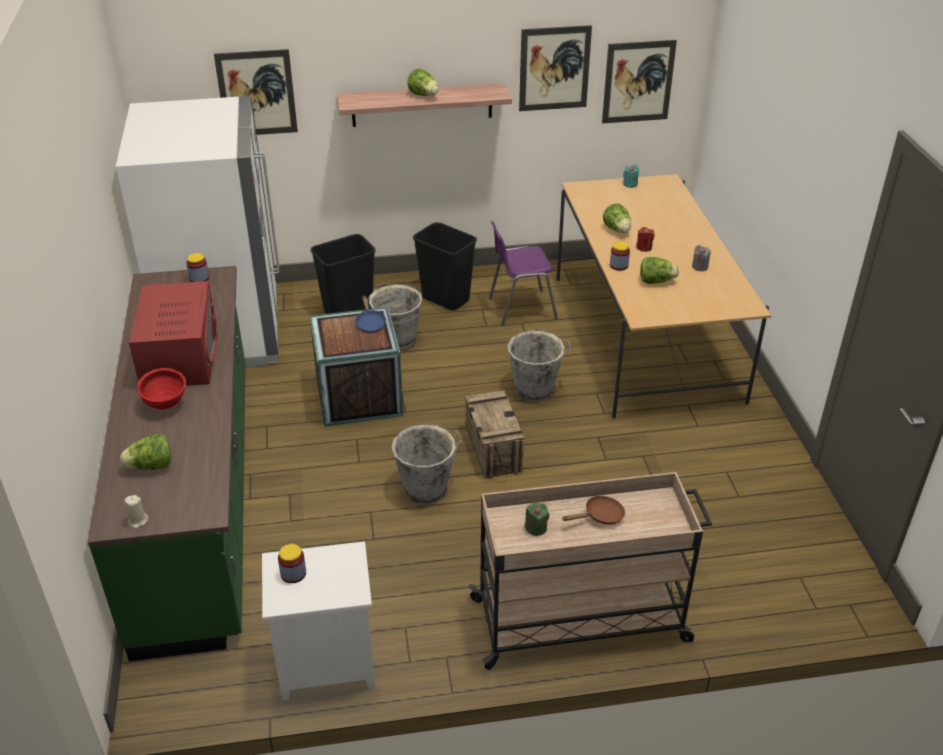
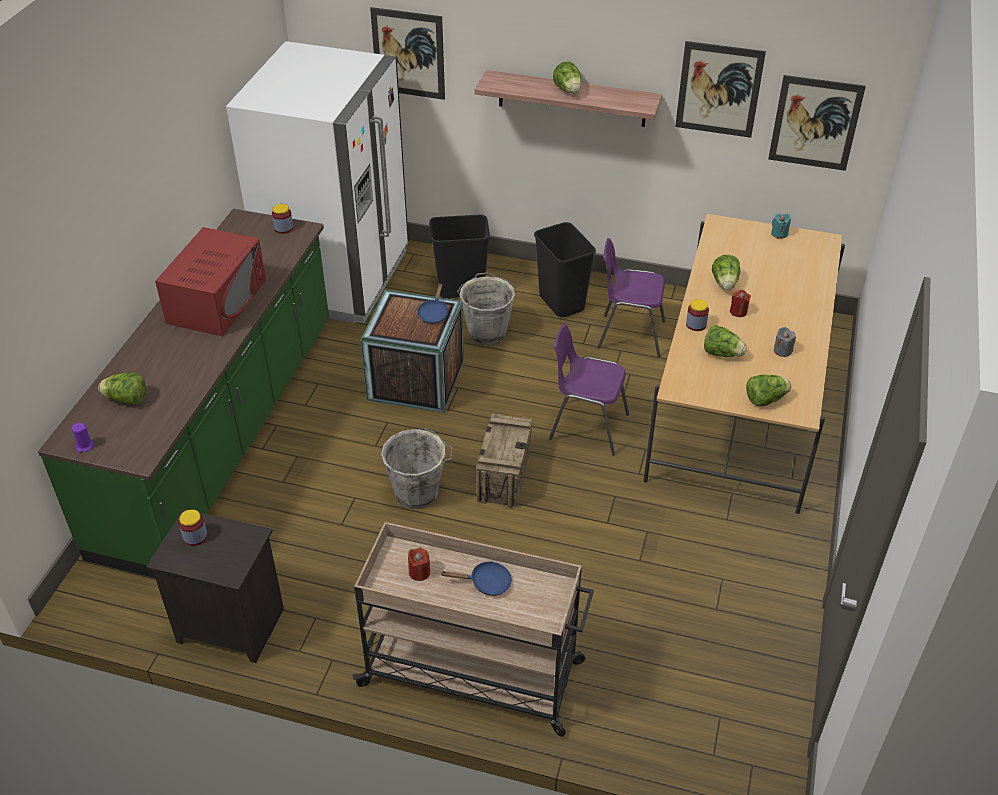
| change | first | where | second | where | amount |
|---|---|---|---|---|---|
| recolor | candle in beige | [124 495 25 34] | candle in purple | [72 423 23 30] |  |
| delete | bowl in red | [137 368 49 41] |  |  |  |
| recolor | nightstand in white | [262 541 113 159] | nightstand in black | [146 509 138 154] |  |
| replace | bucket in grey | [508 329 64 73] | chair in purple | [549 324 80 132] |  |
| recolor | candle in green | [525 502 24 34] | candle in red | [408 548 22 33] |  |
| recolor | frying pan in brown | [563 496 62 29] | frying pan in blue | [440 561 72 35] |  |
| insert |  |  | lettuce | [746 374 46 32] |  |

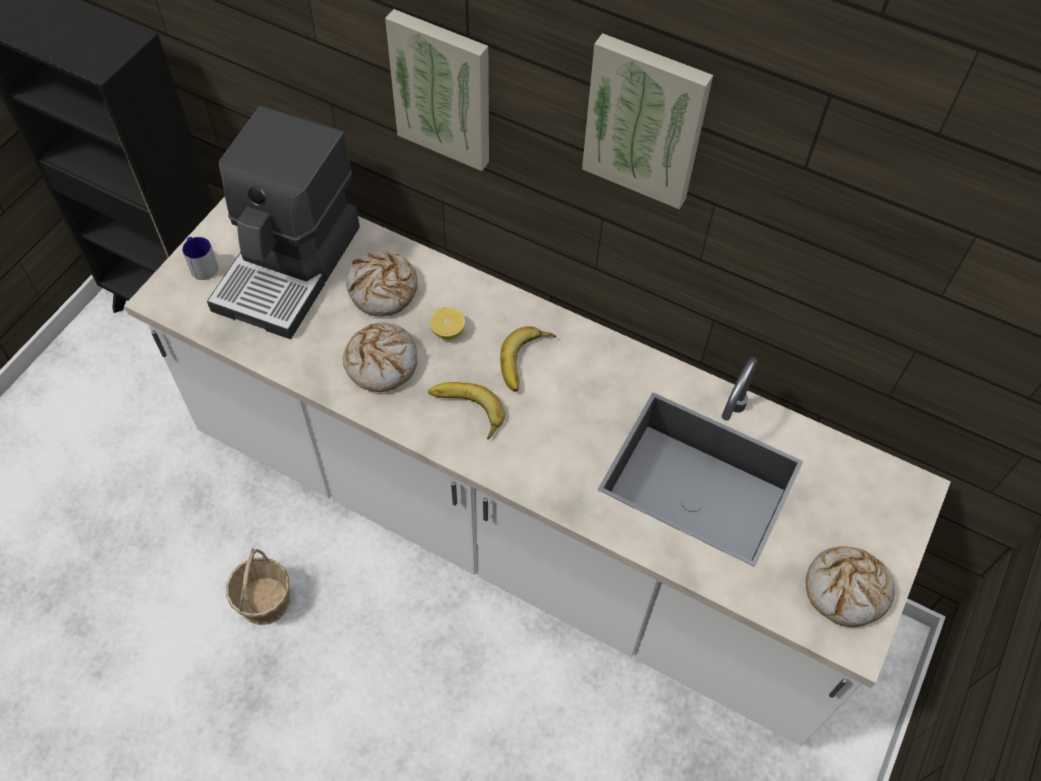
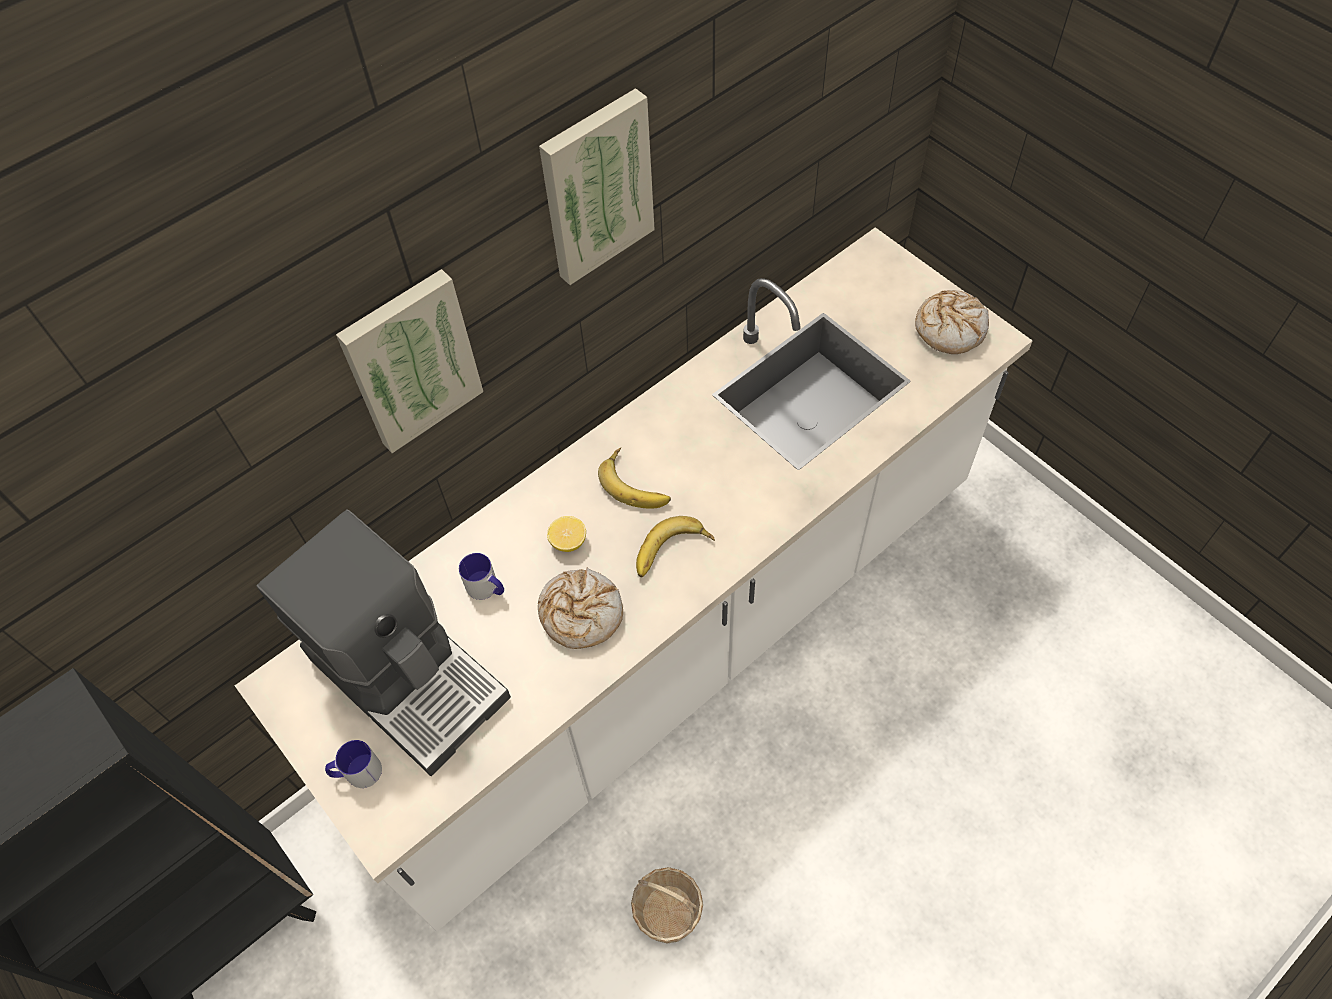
| change | first | where | second | where | amount |
|---|---|---|---|---|---|
| replace | bread | [346 251 72 65] | mug | [459 553 45 47] |  |

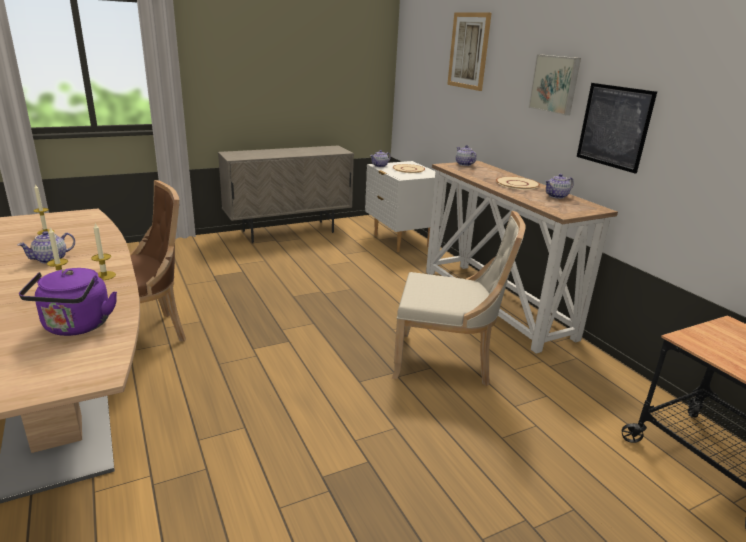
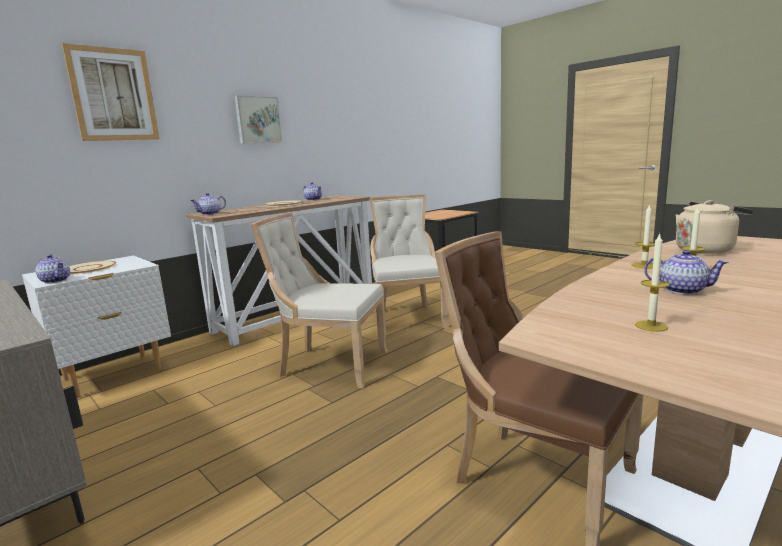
| change | first | where | second | where | amount |
|---|---|---|---|---|---|
| recolor | kettle in purple | [19 268 98 68] | kettle in beige | [676 200 77 54] |  |
| delete | picture | [577 83 80 91] |  |  |  |
| insert |  |  | chair in beige | [251 213 137 175] |  |

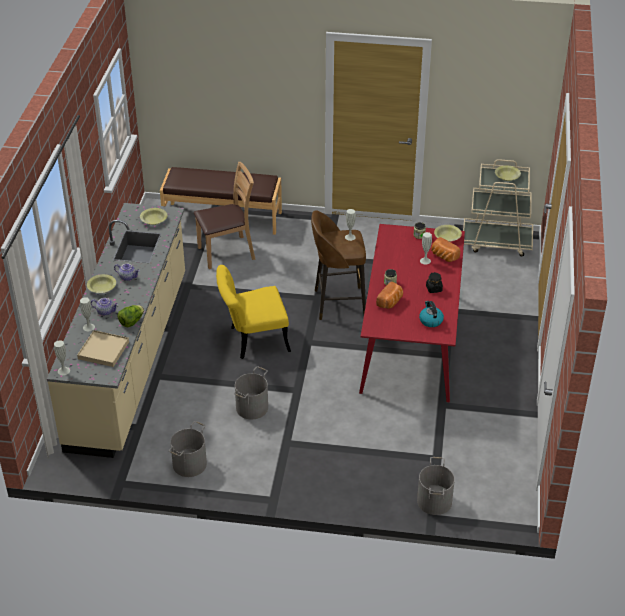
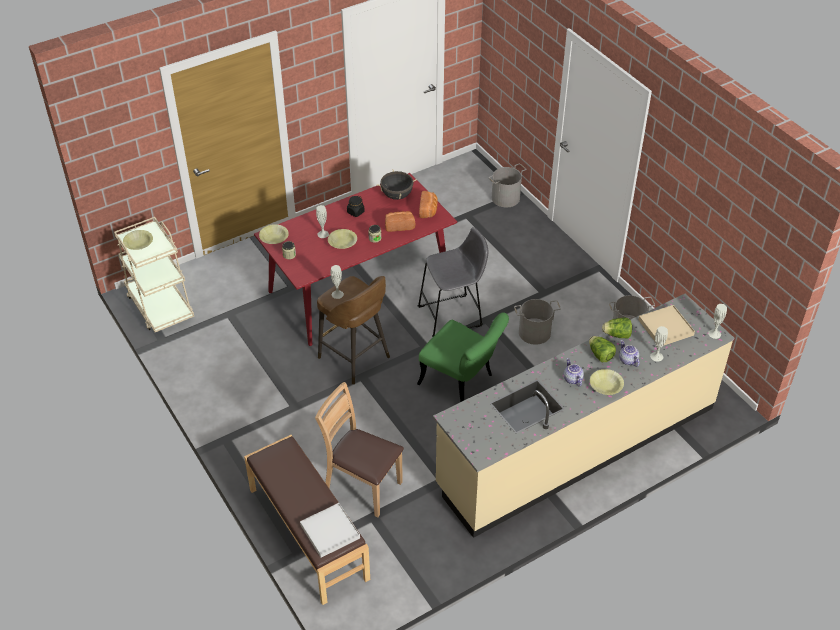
| change | first | where | second | where | amount |
|---|---|---|---|---|---|
| move | bowl in yellow | [140 208 27 17] |  | [328 229 29 20] |  |
| recolor | chair in yellow | [216 265 75 94] | chair in green | [417 312 92 90] |  |
| replace | kettle | [419 301 25 26] | cooking pot in black | [377 170 40 30] |  |
| move | bread | [431 237 30 25] |  | [419 191 19 27] |  |
| insert |  |  | tray in white | [300 503 60 55] |  |
| insert |  |  | stool in grey | [417 227 72 110] |  |
| insert |  |  | lettuce | [589 336 27 26] |  |

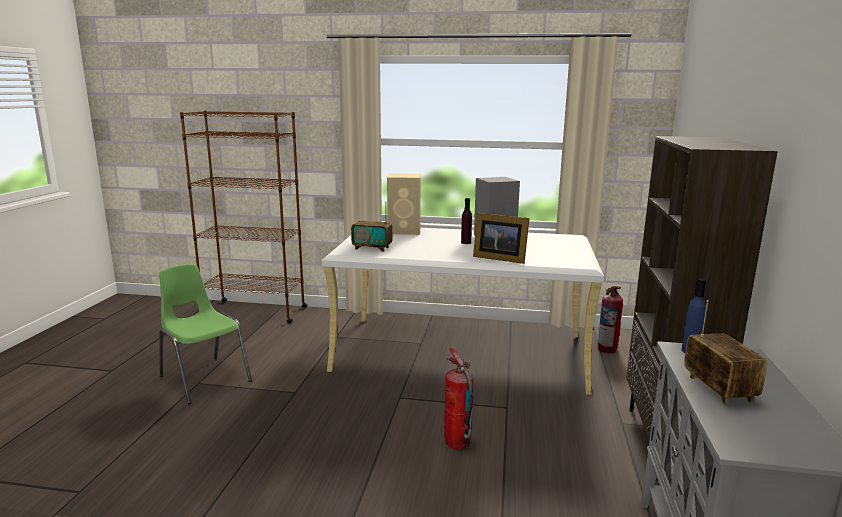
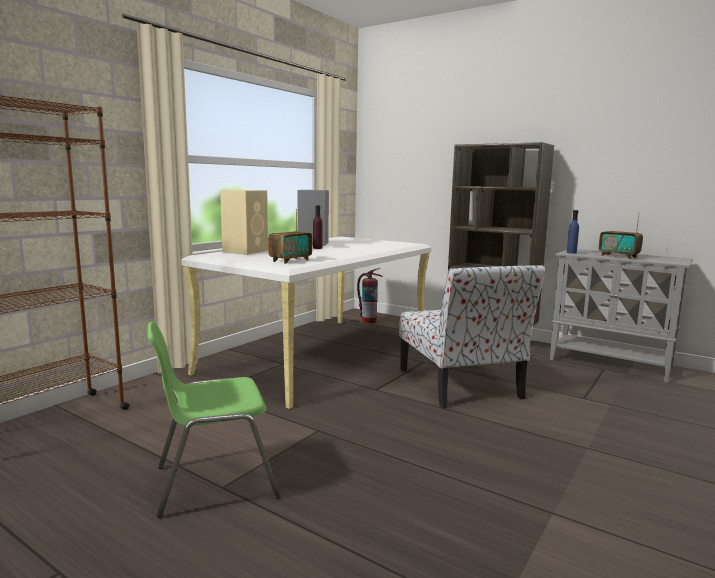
| change | first | where | second | where | amount |
|---|---|---|---|---|---|
| replace | fire extinguisher | [444 348 29 101] | chair | [399 265 146 143] |  |
| delete | picture frame | [473 213 56 51] |  |  |  |
| rotate | radio | [684 300 83 105] |  | [599 213 44 46] | 150 degrees counterclockwise |

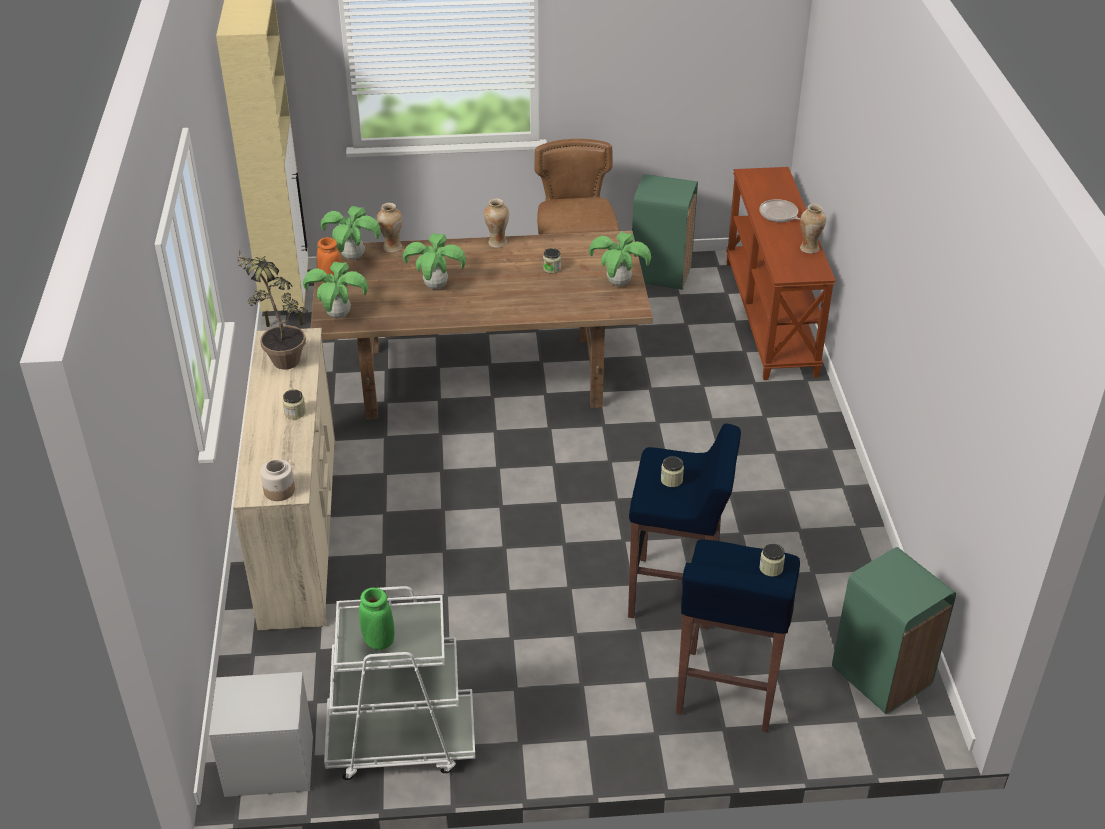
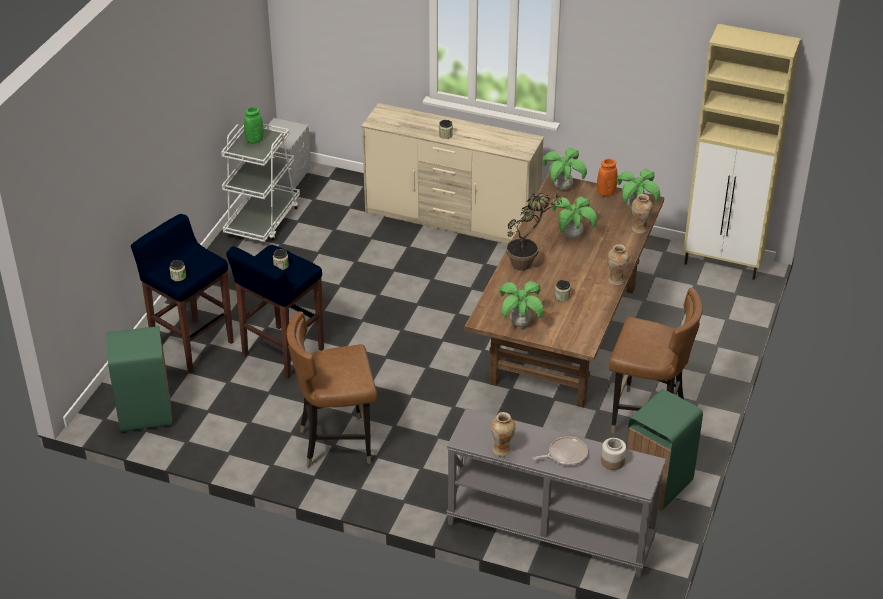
| change | first | where | second | where | amount |
|---|---|---|---|---|---|
| move | potted plant | [238 247 70 123] |  | [506 191 56 80] |  |
| move | jar | [260 459 35 42] |  | [601 438 25 32] |  |
| recolor | console table in brown | [726 167 110 213] | console table in grey | [446 408 220 169] |  |
| insert |  |  | chair in brown | [286 311 91 157] |  |

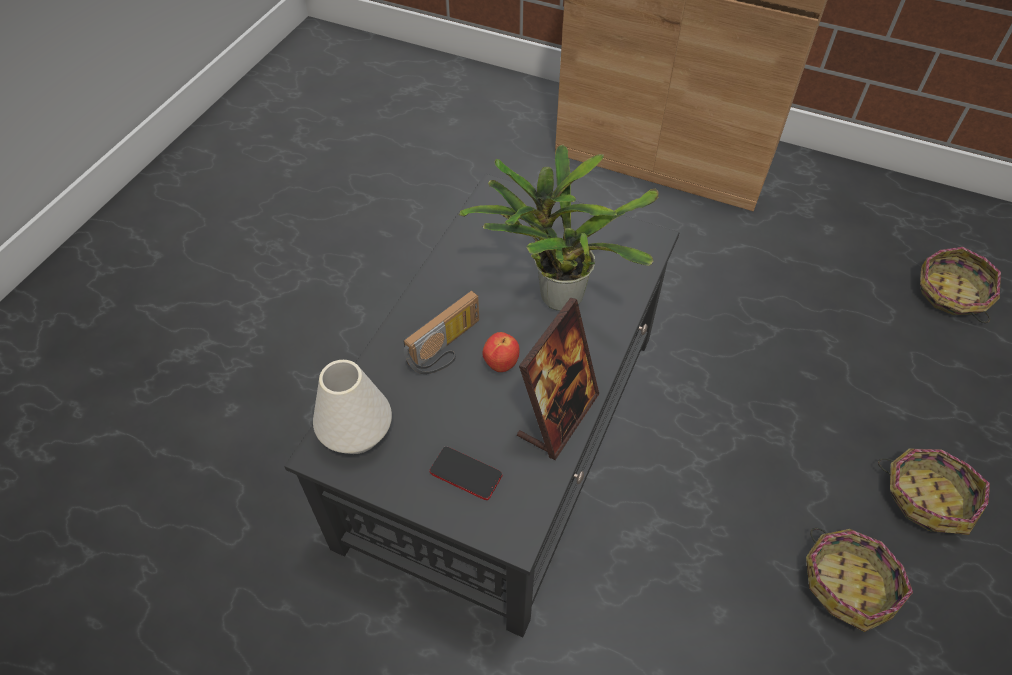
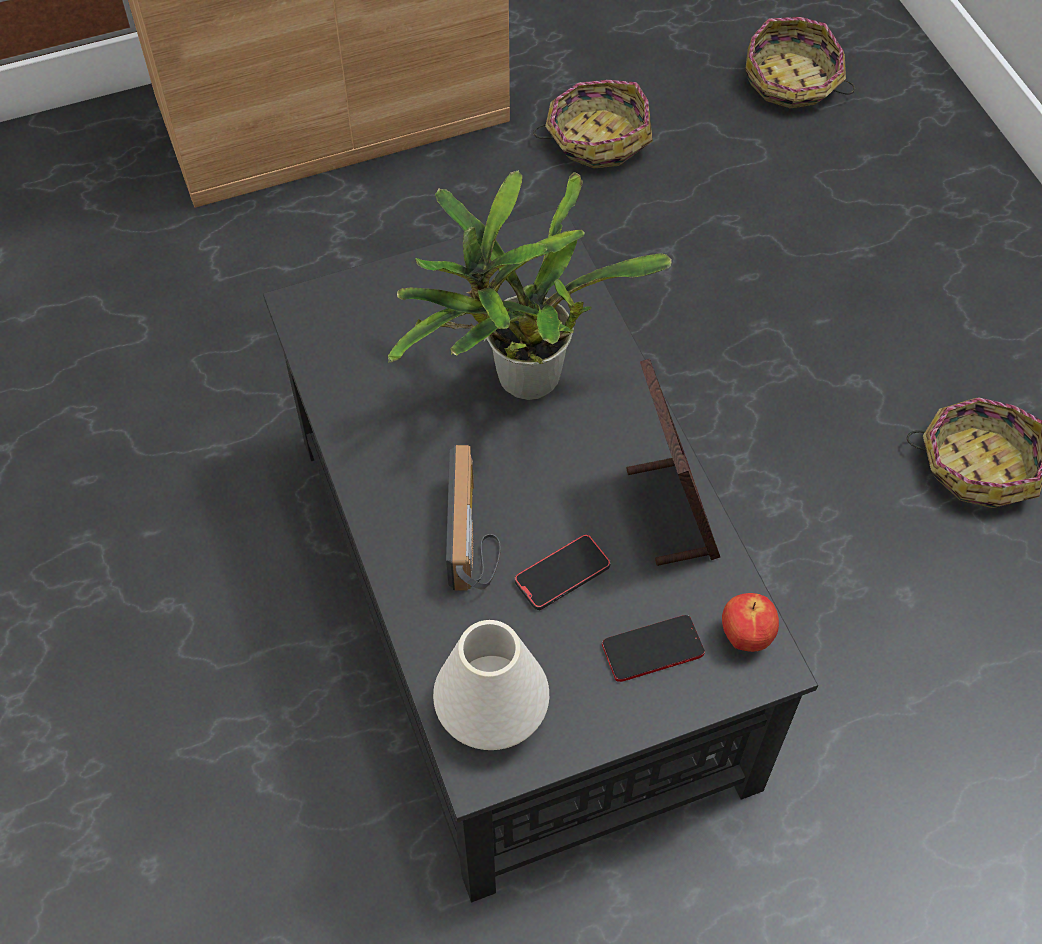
| change | first | where | second | where | amount |
|---|---|---|---|---|---|
| move | apple | [482 332 38 40] |  | [722 593 57 59] |  |
| move | basket | [878 449 112 86] |  | [533 80 120 89] |  |
| insert |  |  | phone | [515 534 96 76] |  |

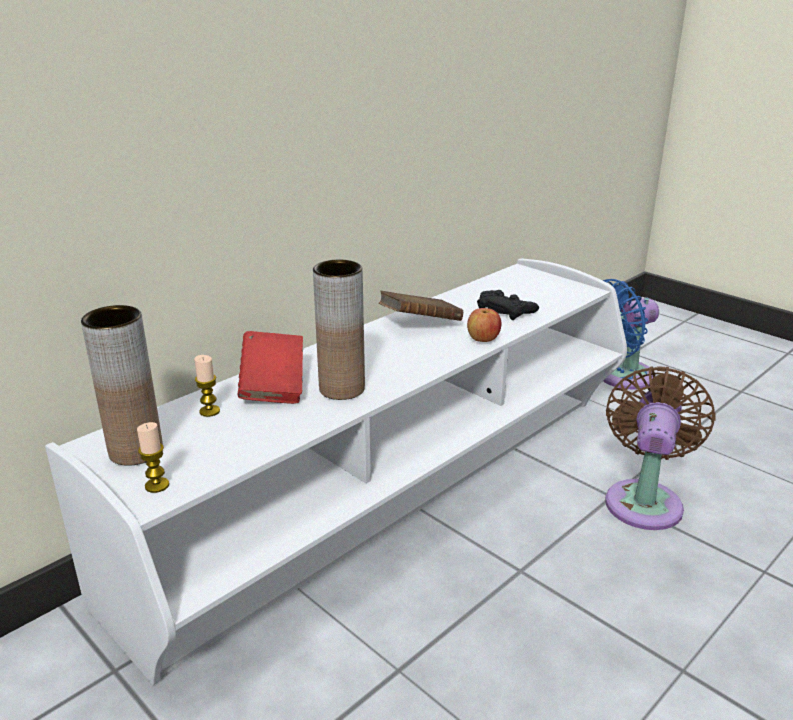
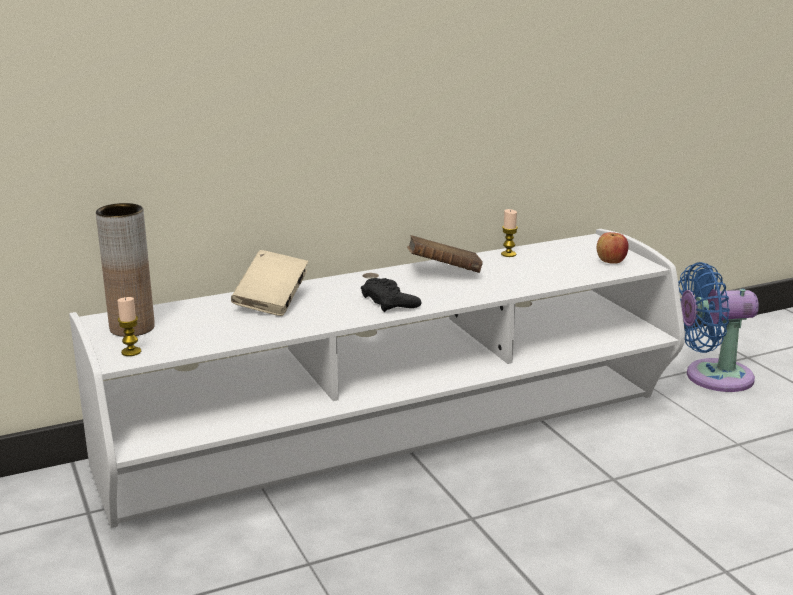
| change | first | where | second | where | amount |
|---|---|---|---|---|---|
| move | candle | [194 355 26 62] |  | [501 209 17 48] |  |
| recolor | book in red | [237 331 66 73] | book in beige | [231 250 77 66] |  |
| delete | vase in brown | [313 260 52 140] |  |  |  |
| move | apple | [467 308 34 34] |  | [597 232 32 32] |  |
| move | game controller in black | [477 290 62 30] |  | [361 278 60 34] |  |
| delete | fan in brown | [605 366 110 164] |  |  |  |

